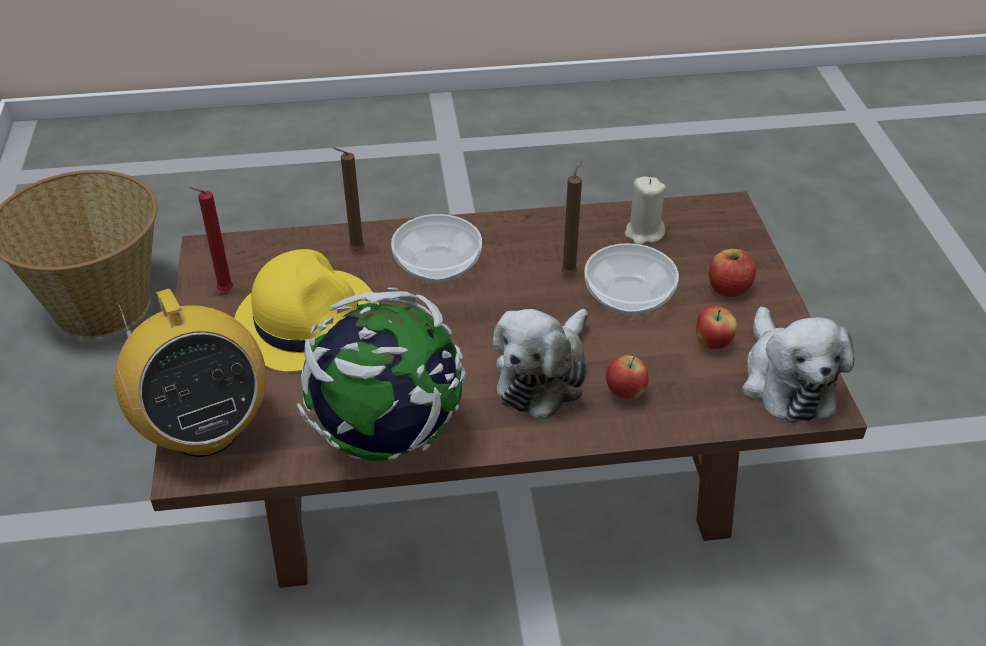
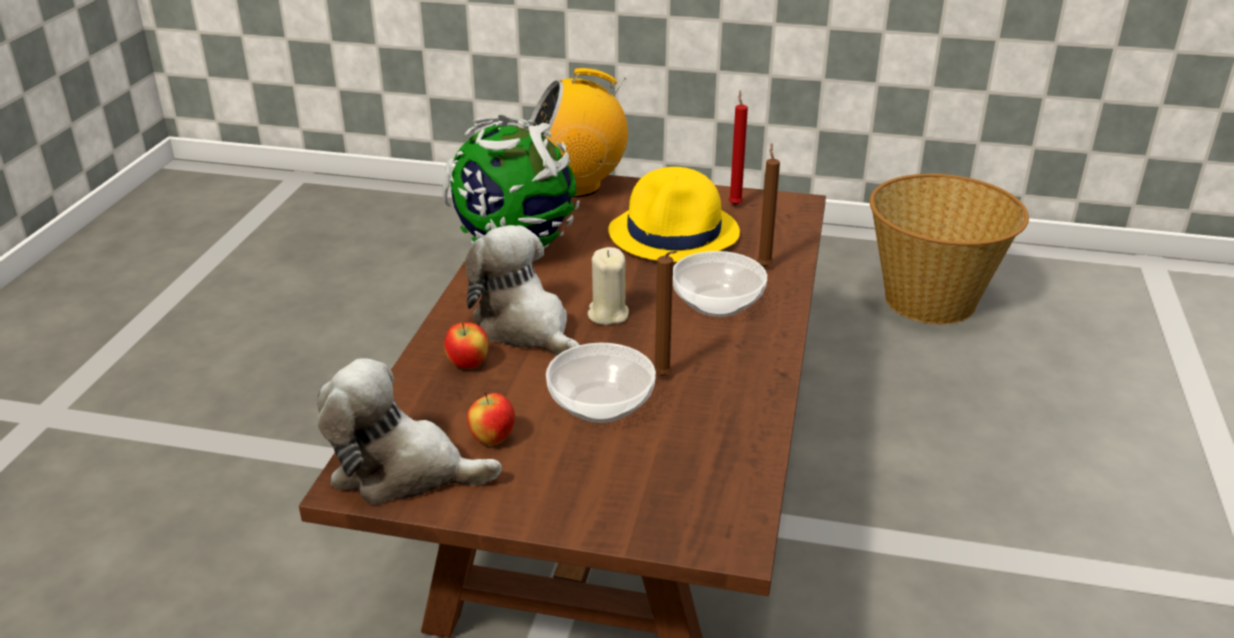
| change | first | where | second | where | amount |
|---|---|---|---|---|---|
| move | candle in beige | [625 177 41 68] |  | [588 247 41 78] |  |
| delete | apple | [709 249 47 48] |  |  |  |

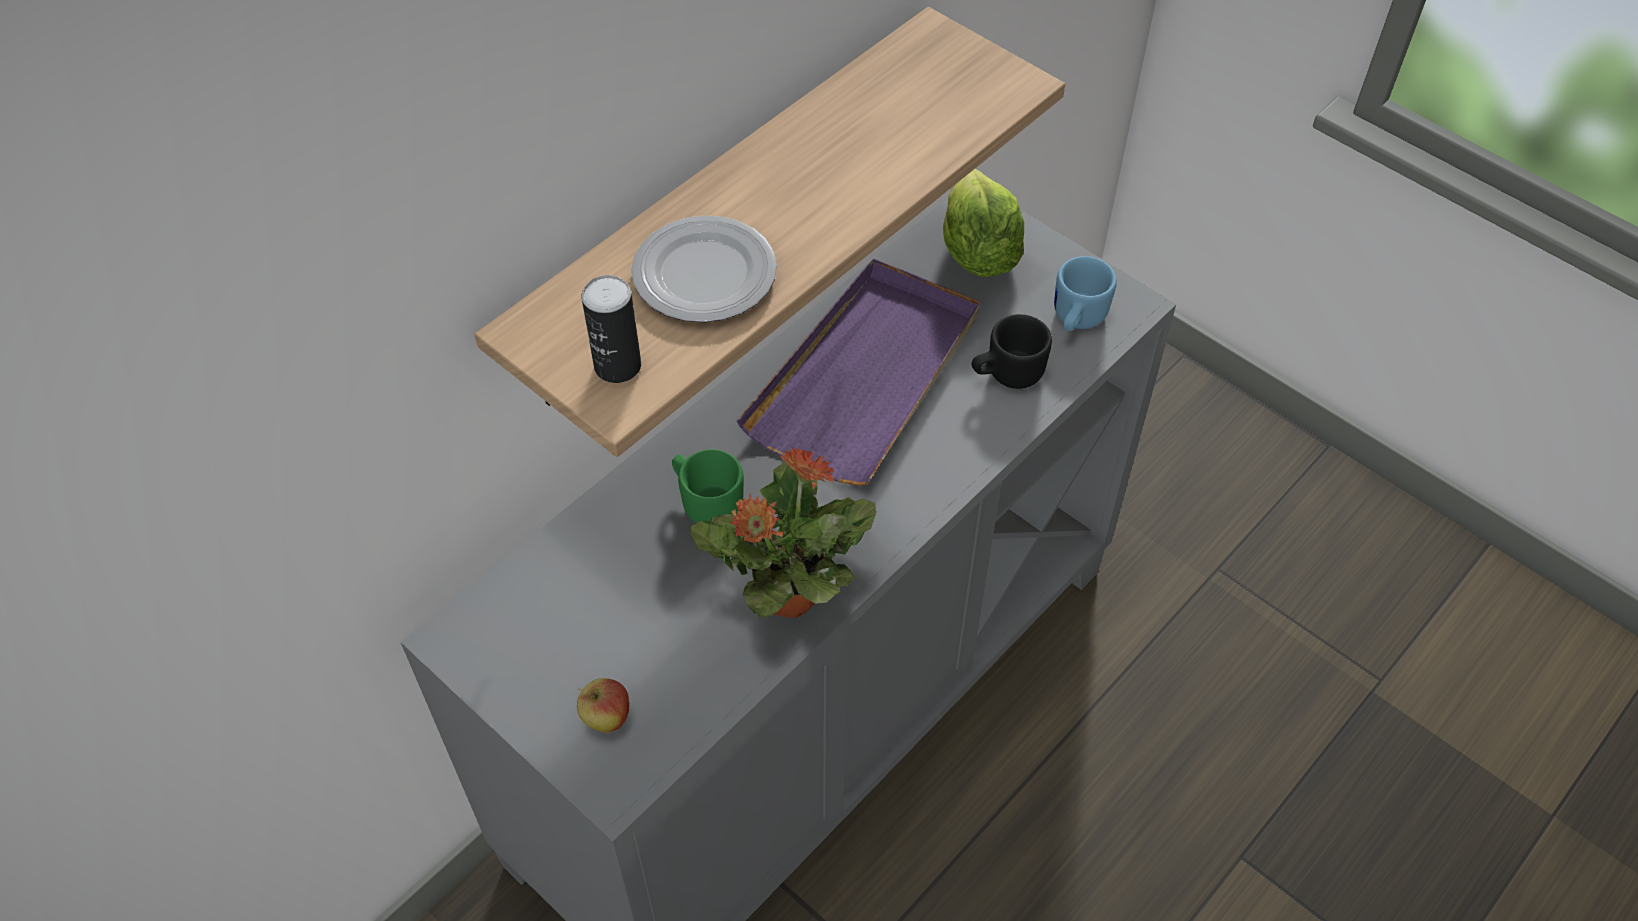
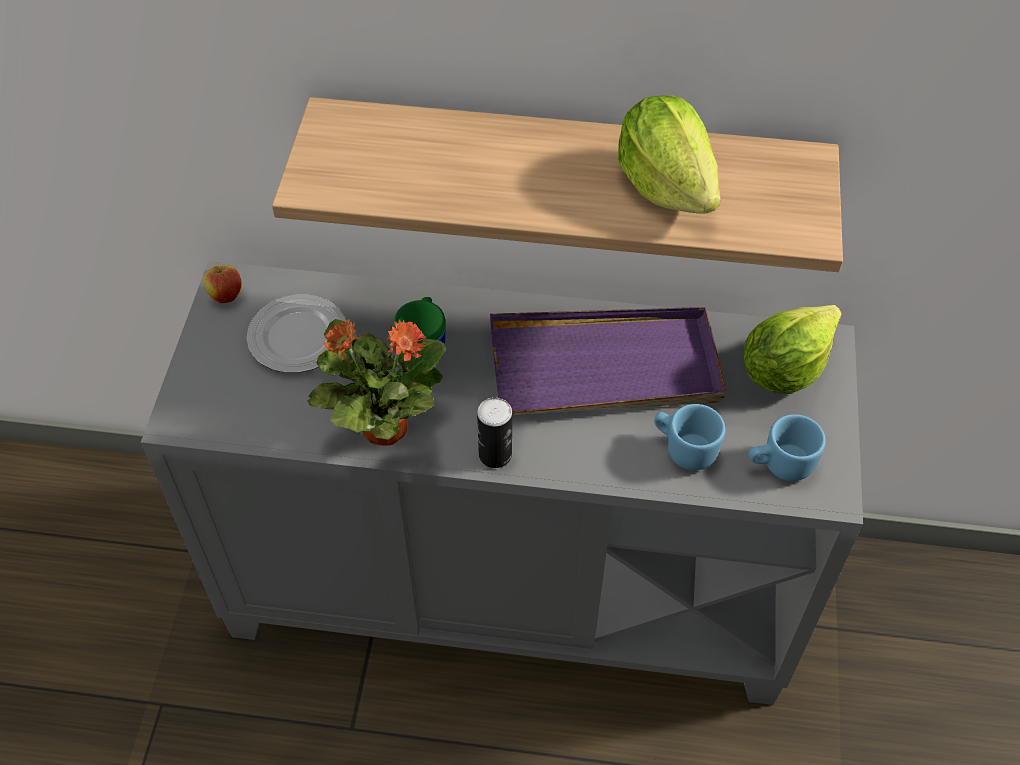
| change | first | where | second | where | amount |
|---|---|---|---|---|---|
| move | apple | [577 678 52 55] |  | [204 260 38 43] |  |
| move | can | [581 275 60 108] |  | [477 397 35 71] |  |
| move | plate | [631 215 146 108] |  | [247 295 99 78] |  |
| recolor | mug in black | [972 314 80 75] | mug in blue | [654 404 71 66] |  |
| insert |  |  | lettuce | [618 95 103 118] |  |

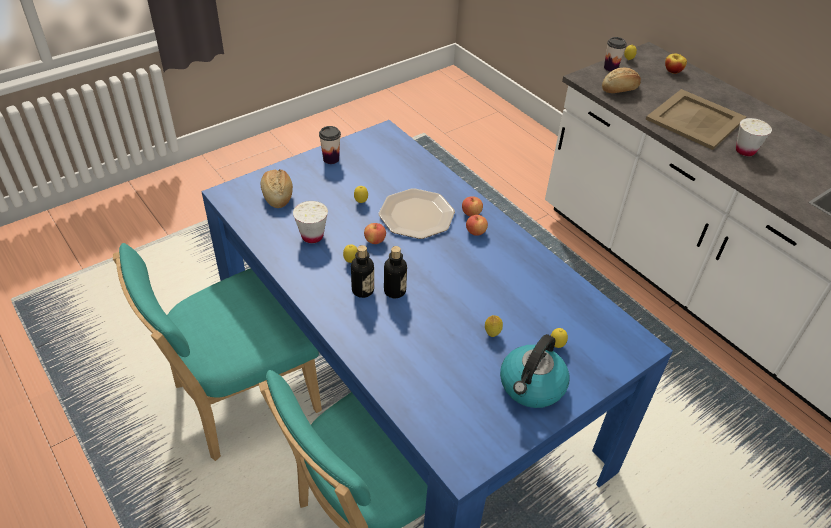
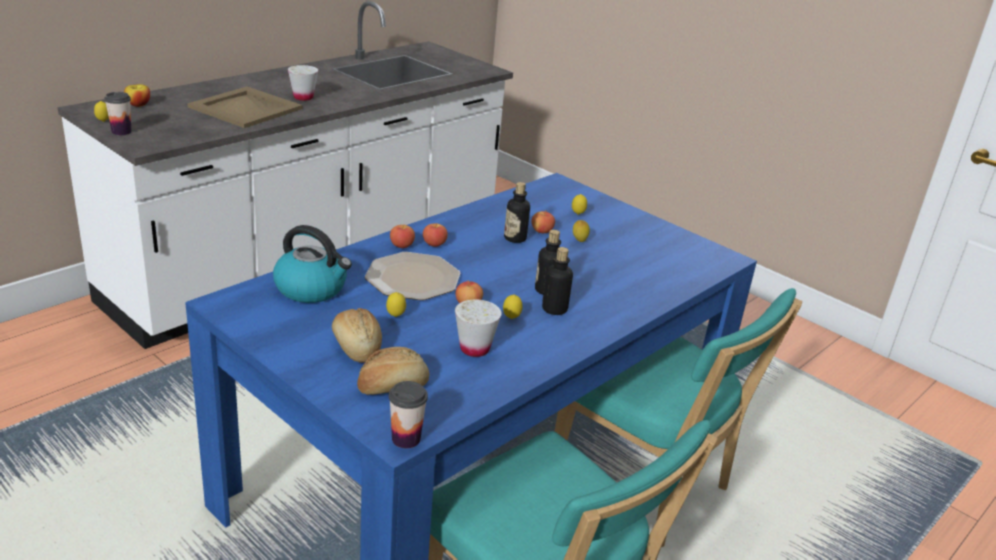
| change | first | where | second | where | amount |
|---|---|---|---|---|---|
| move | cup | [319 126 22 38] |  | [389 381 39 67] |  |
| move | kettle | [500 334 70 74] |  | [273 225 79 78] |  |
| move | bread | [602 68 39 25] |  | [332 308 50 55] |  |
| insert |  |  | bottle | [504 182 26 61] |  |
| insert |  |  | apple | [531 211 24 22] |  |

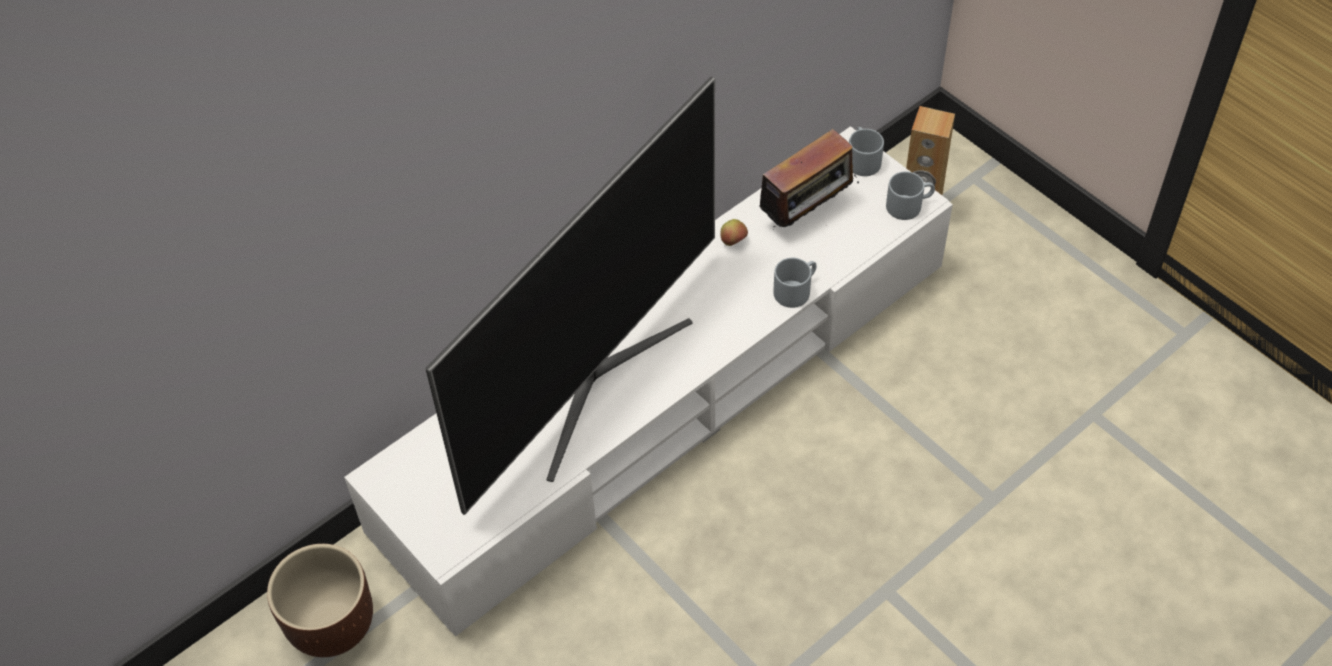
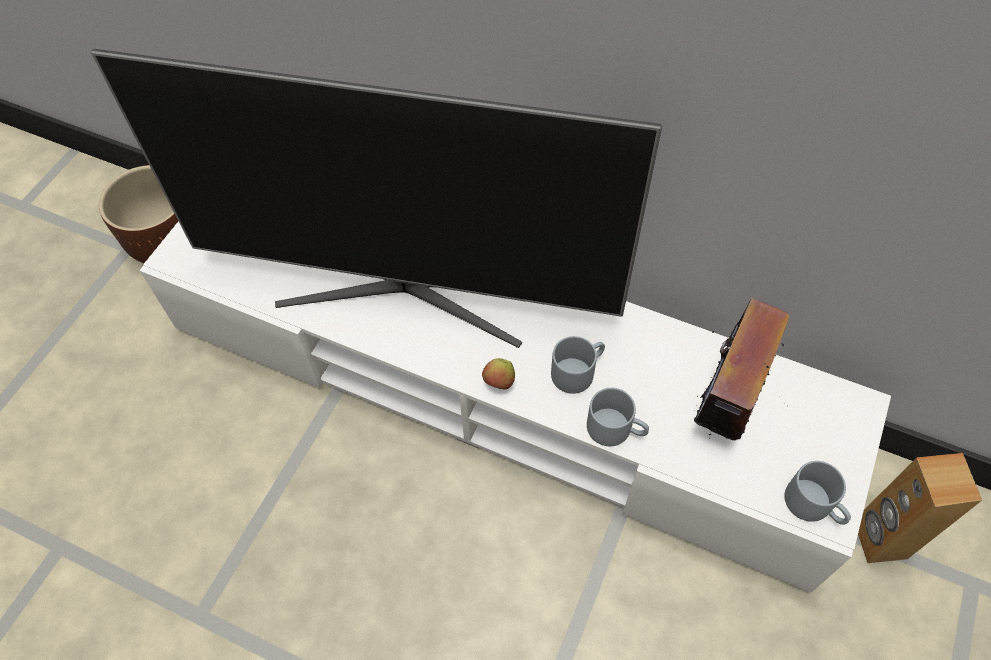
| change | first | where | second | where | amount |
|---|---|---|---|---|---|
| move | apple | [720 219 28 27] |  | [482 358 33 32] |  |
| rotate | radio | [751 129 108 98] |  | [694 298 95 142] | 90 degrees counterclockwise |
| move | mug in grey | [849 127 35 49] |  | [551 336 54 58] |  |

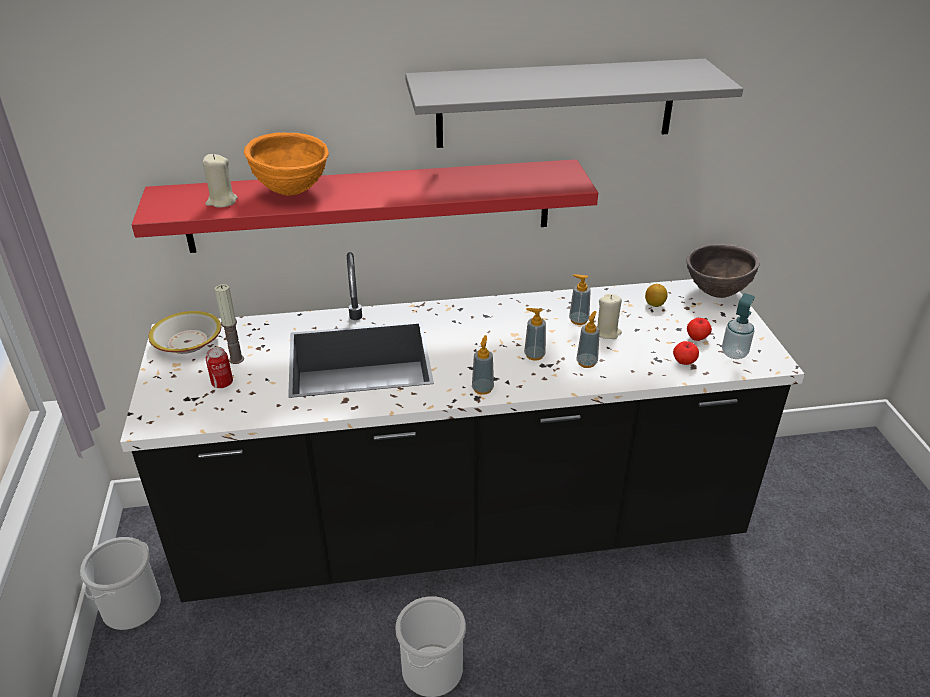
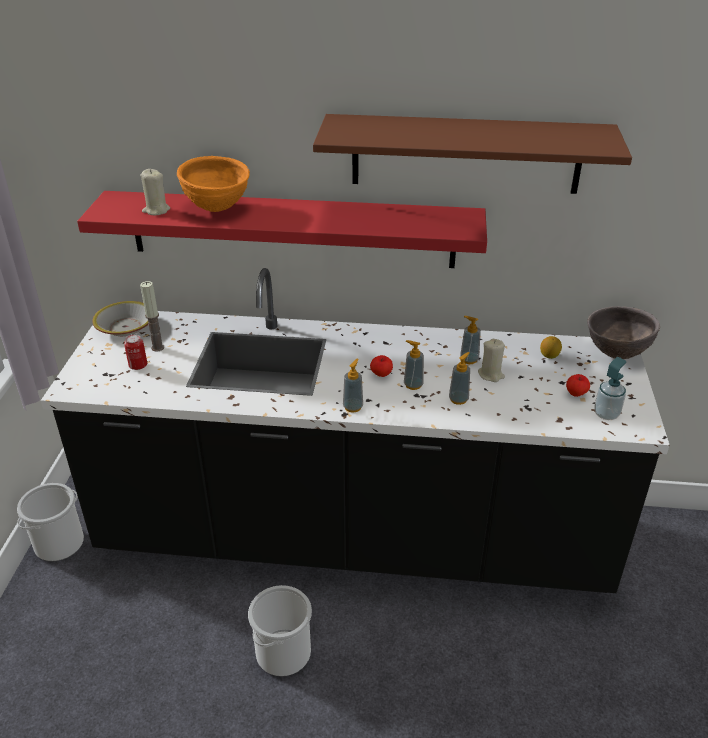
| change | first | where | second | where | amount |
|---|---|---|---|---|---|
| recolor | shelf in grey | [405 59 338 89] | shelf in brown | [313 114 319 80] |  |
| move | apple | [673 341 26 24] |  | [370 355 23 22] |  |

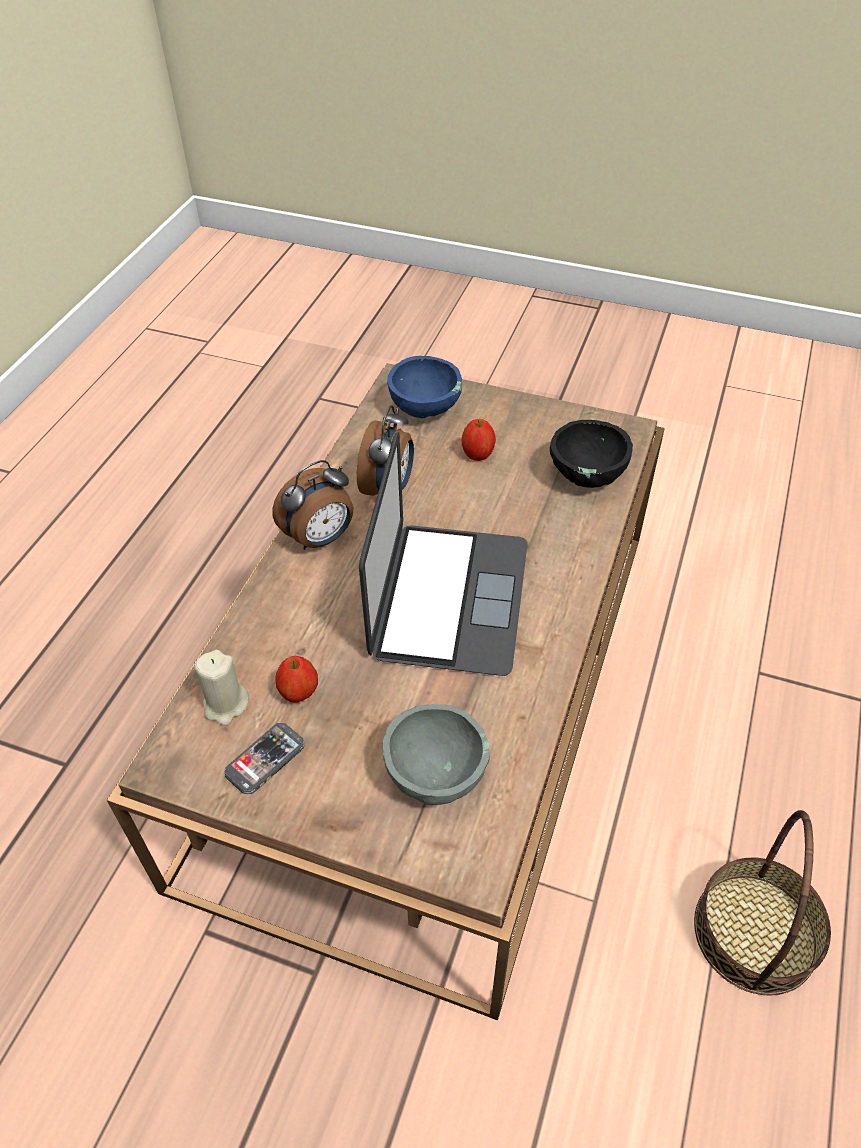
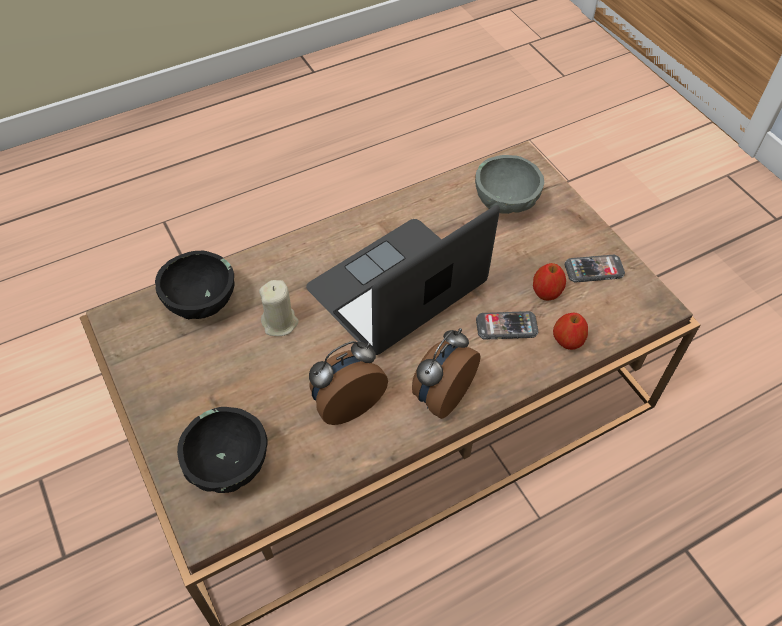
| change | first | where | second | where | amount |
|---|---|---|---|---|---|
| move | candle in beige | [194 650 55 76] |  | [259 280 40 56] |  |
| rotate | alarm clock | [272 460 81 90] |  | [412 328 69 91] | 60 degrees counterclockwise |
| recolor | bowl in blue | [387 356 75 62] | bowl in black | [177 407 91 86] |  |
| move | apple | [461 419 35 42] |  | [553 313 35 37] |  |
| delete | basket | [694 810 137 185] |  |  |  |
| insert |  |  | phone | [476 311 63 28] |  |

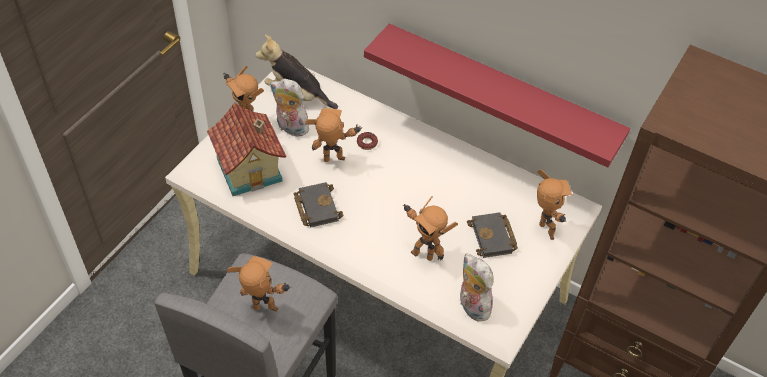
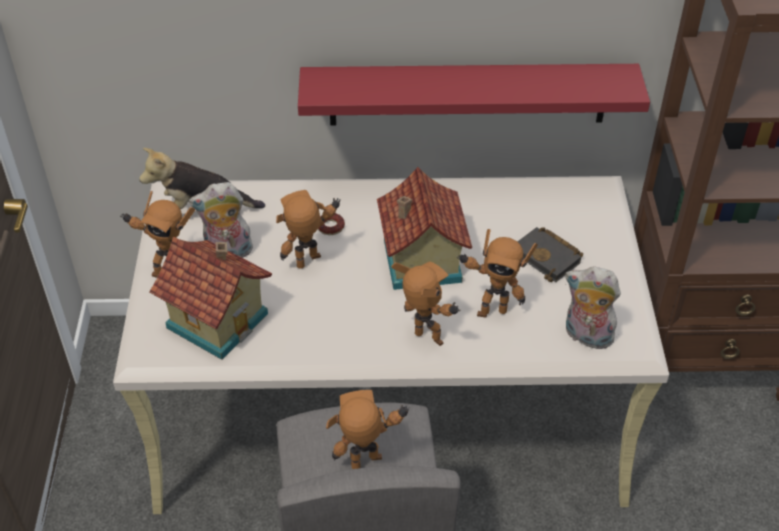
| change | first | where | second | where | amount |
|---|---|---|---|---|---|
| delete | book in black | [294 182 50 46] |  |  |  |
| move | toy robot | [537 169 35 71] |  | [391 261 70 85] |  |
| insert |  |  | toy house | [377 167 95 123] |  |

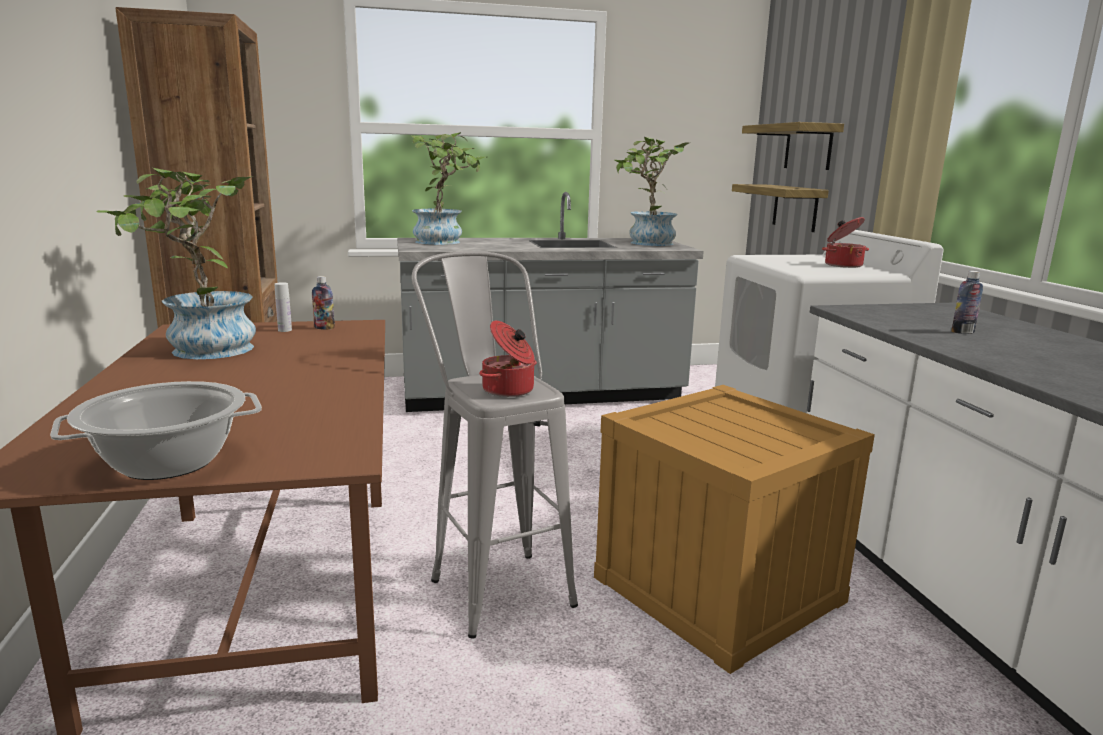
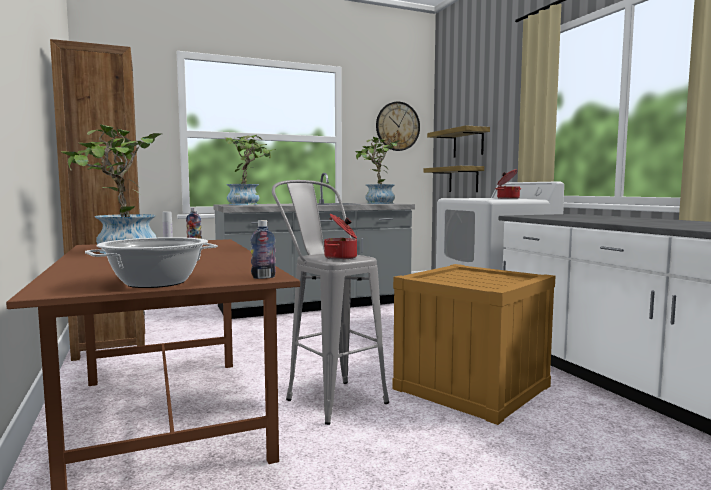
| change | first | where | second | where | amount |
|---|---|---|---|---|---|
| move | bottle | [951 271 32 63] |  | [250 220 26 59] |  |
| insert |  |  | wall clock | [376 102 44 49] |  |

